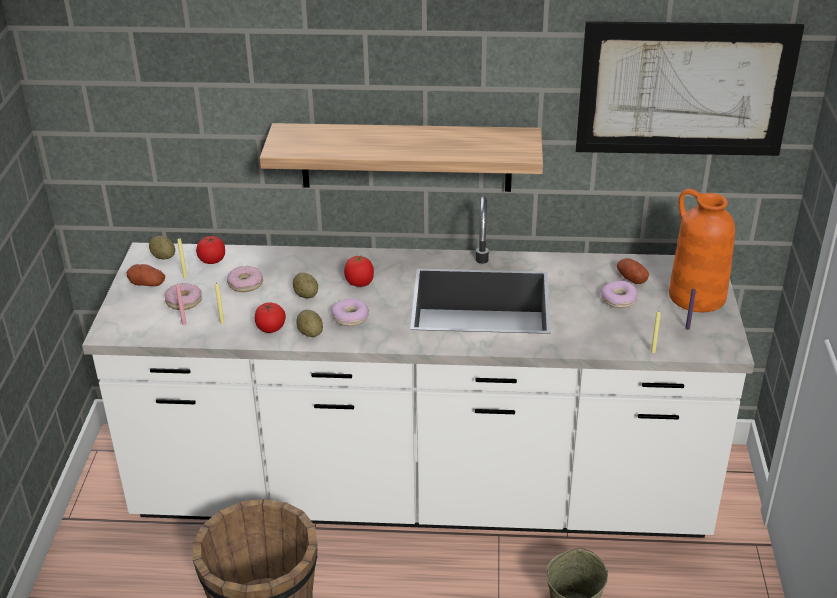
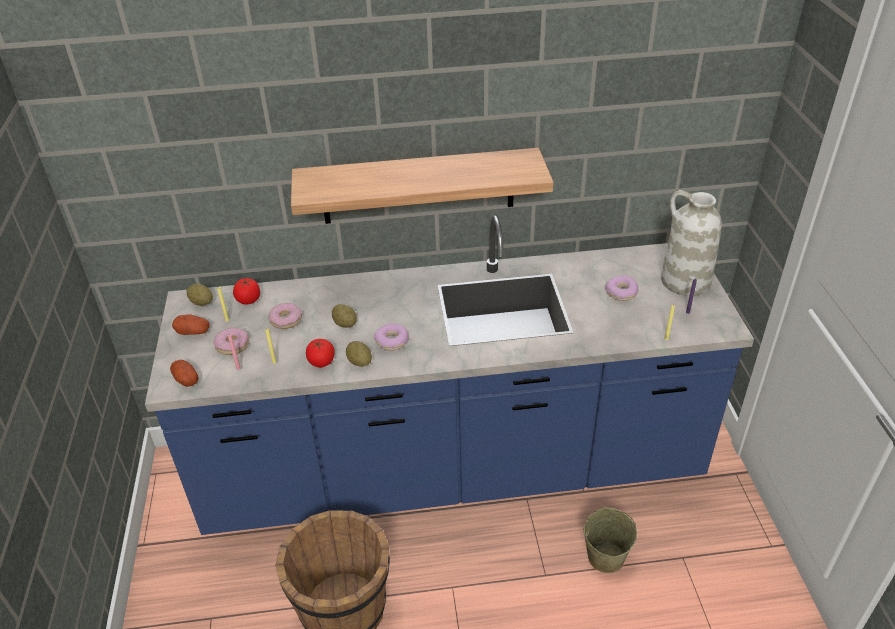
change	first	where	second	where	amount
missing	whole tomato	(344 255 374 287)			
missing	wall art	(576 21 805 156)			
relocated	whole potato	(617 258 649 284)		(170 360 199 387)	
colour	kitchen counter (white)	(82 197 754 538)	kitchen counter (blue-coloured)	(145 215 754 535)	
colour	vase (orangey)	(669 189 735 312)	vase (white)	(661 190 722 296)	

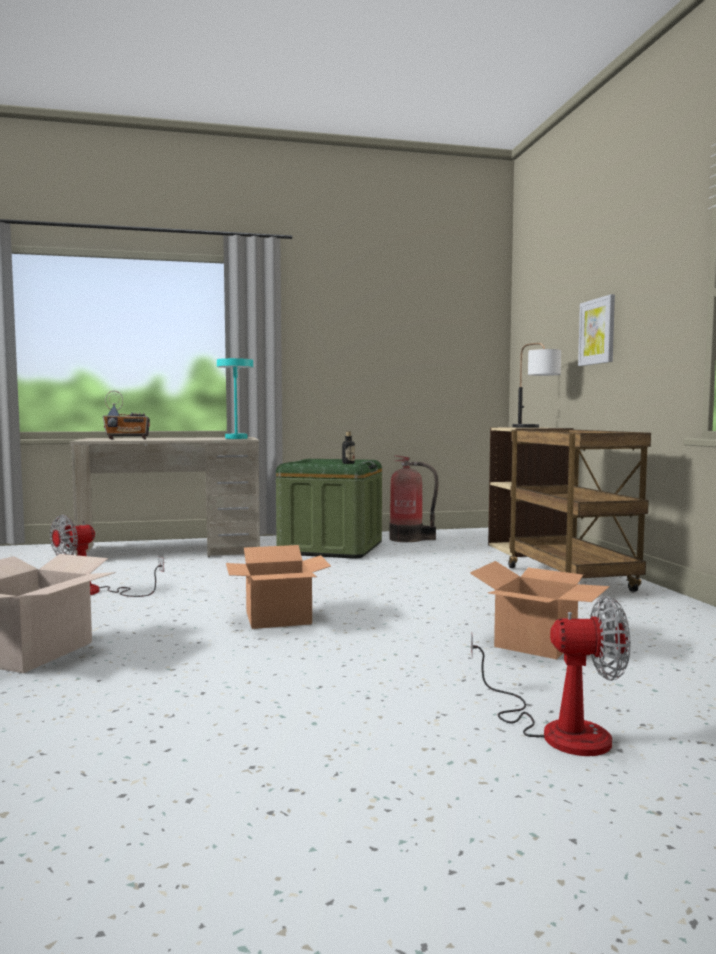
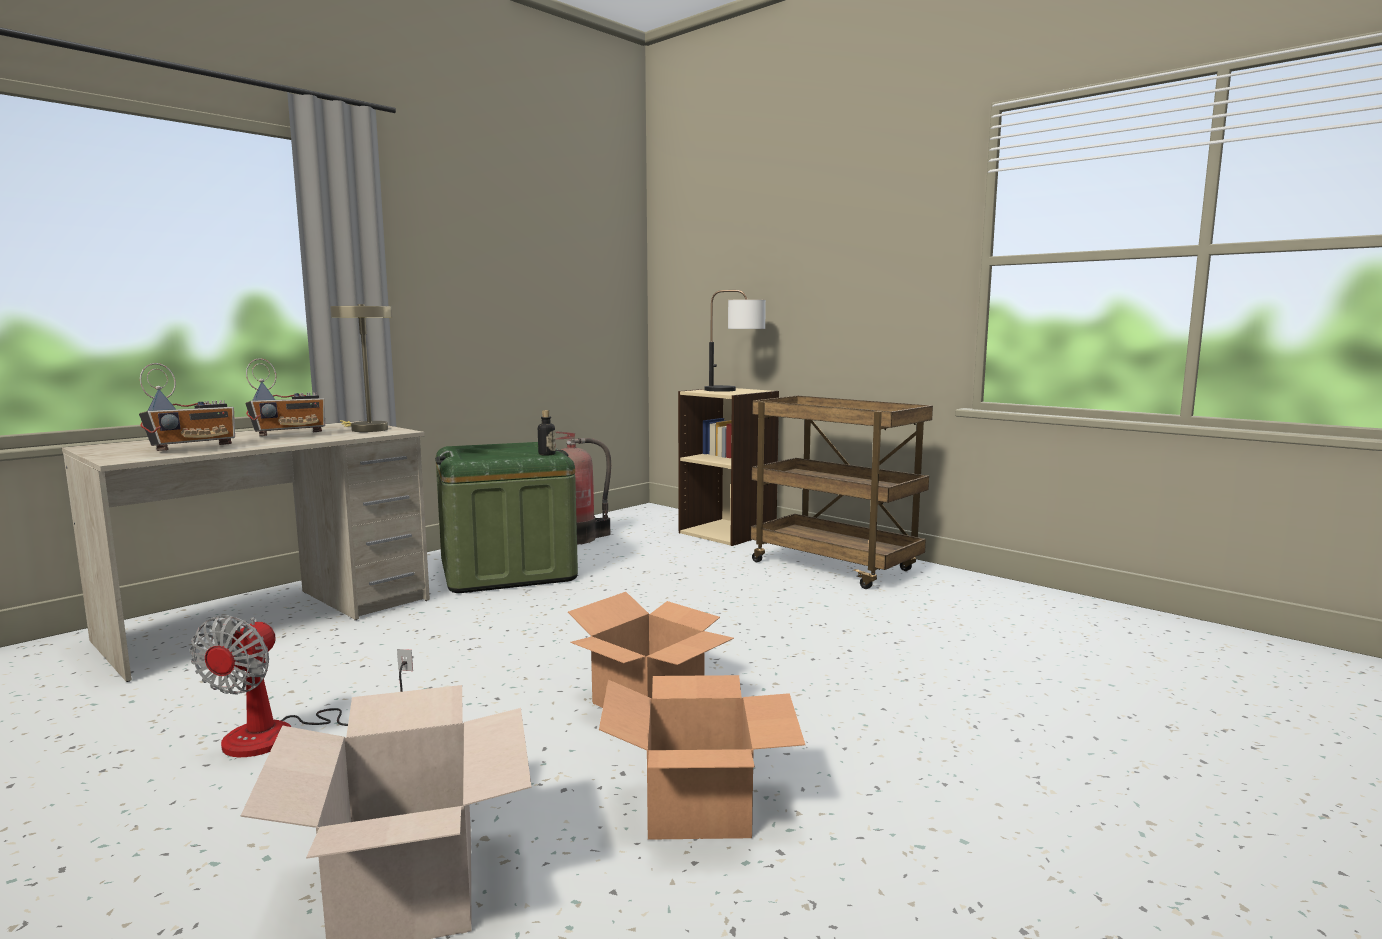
change	first	where	second	where	amount
missing	fan	(471 596 630 756)			
missing	wall art	(578 294 615 366)			
appeared			radio	(246 358 325 436)	
relocated	cardboard box	(470 561 610 659)		(599 675 805 840)	
colour	table lamp (blue-green)	(217 358 253 439)	table lamp (sand-coloured)	(330 304 392 432)	

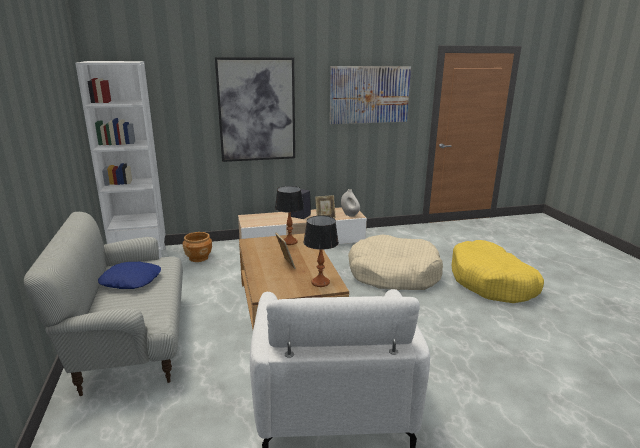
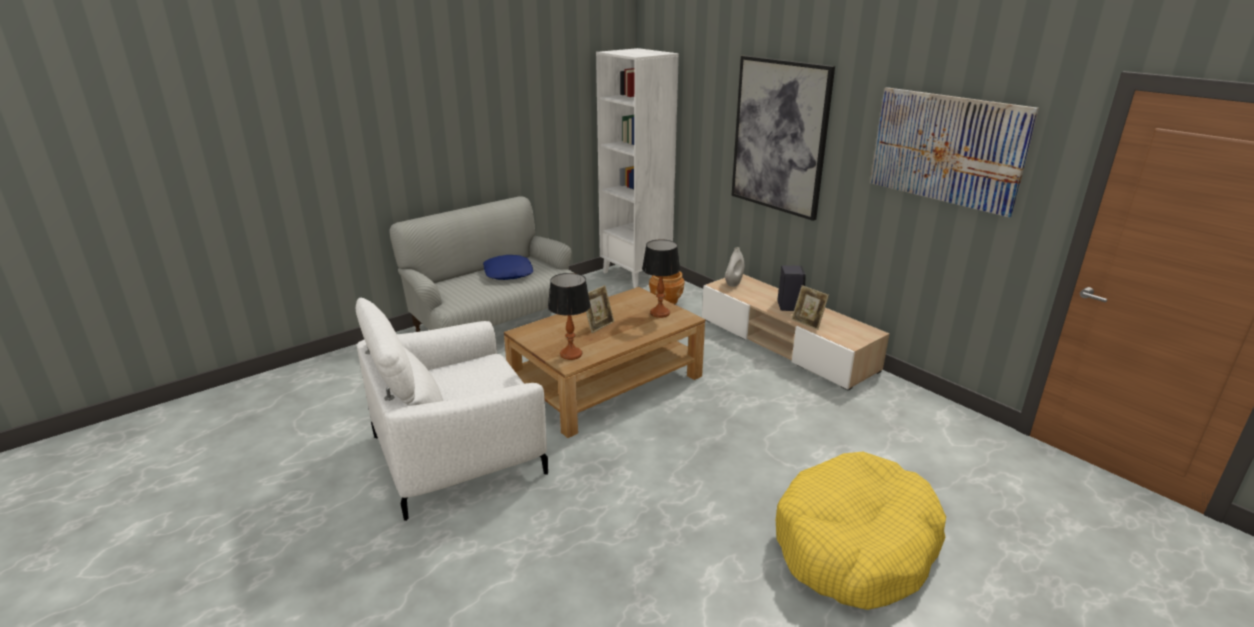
change	first	where	second	where	amount
missing	dog cushion (sand-coloured)	(348 235 443 290)			
relocated	vase (white)	(341 189 360 217)		(725 247 744 287)	

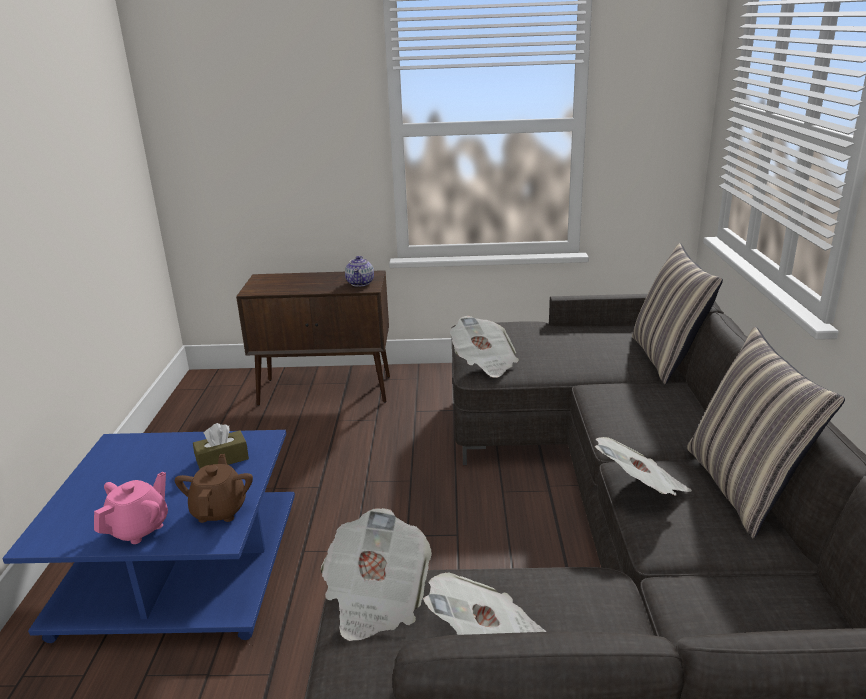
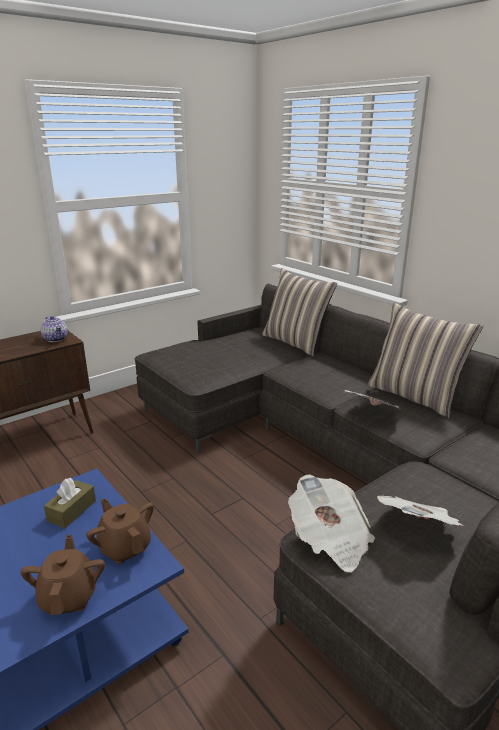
change	first	where	second	where	amount
missing	newspaper	(450 316 519 378)			
colour	tea pot (pinkish)	(94 472 168 544)	tea pot (brownish)	(20 535 105 615)	

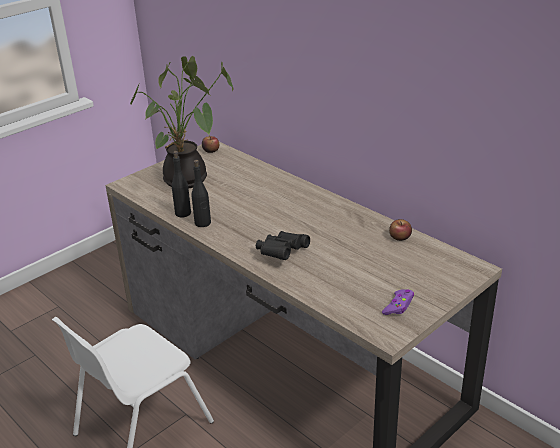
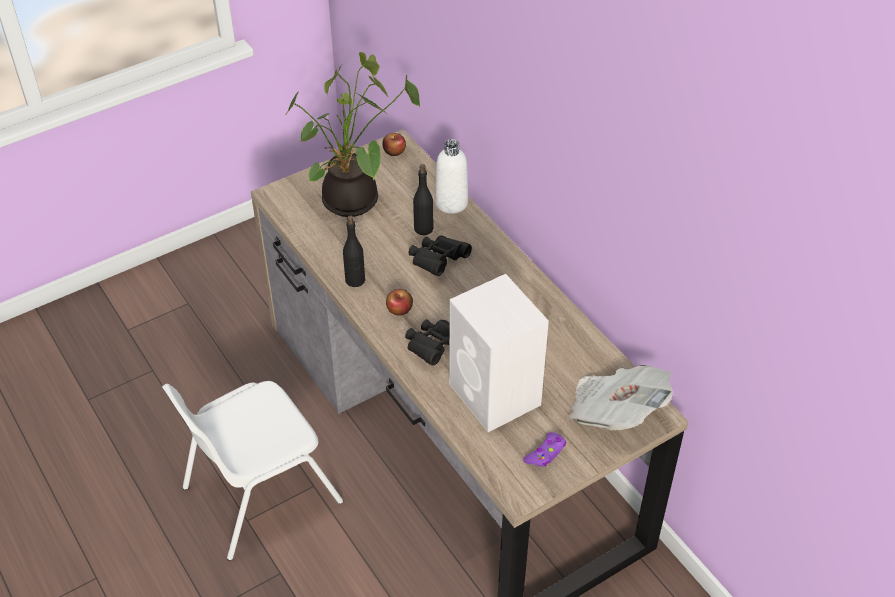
change	first	where	second	where	amount
appeared			field glasses (blackish)	(409 235 472 276)	
appeared			bottle (white)	(435 139 468 214)	
appeared			loudspeaker (white)	(449 274 549 432)	
appeared			newspaper	(568 365 673 430)	
relocated	bottle (blackish)	(172 151 191 217)		(413 164 433 235)	
relocated	apple fruit	(389 219 412 241)		(386 289 413 315)	

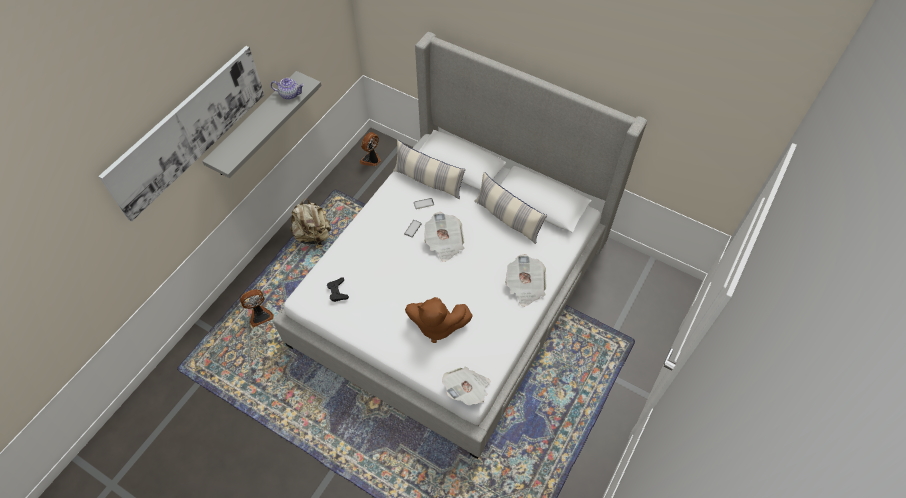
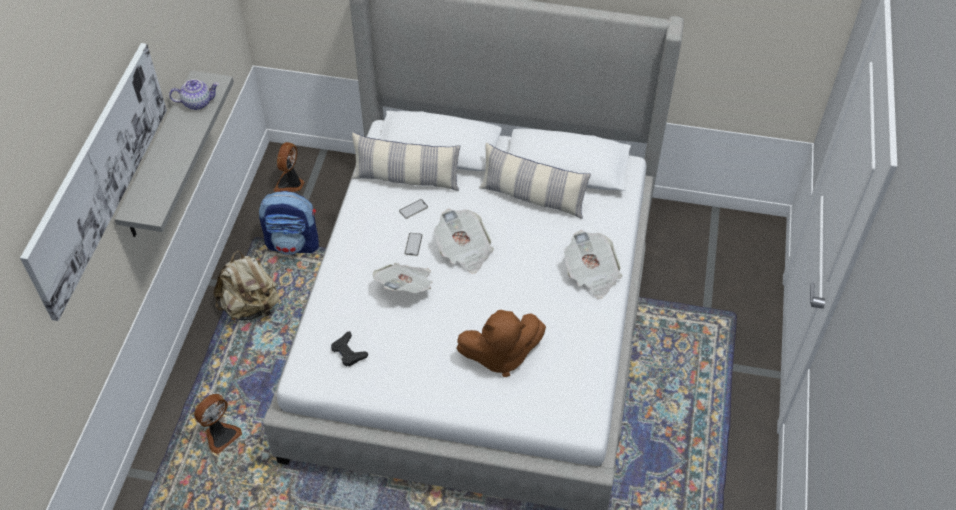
change	first	where	second	where	amount
appeared			knapsack	(259 191 319 255)	
relocated	newspaper	(442 366 490 405)		(373 263 432 293)	

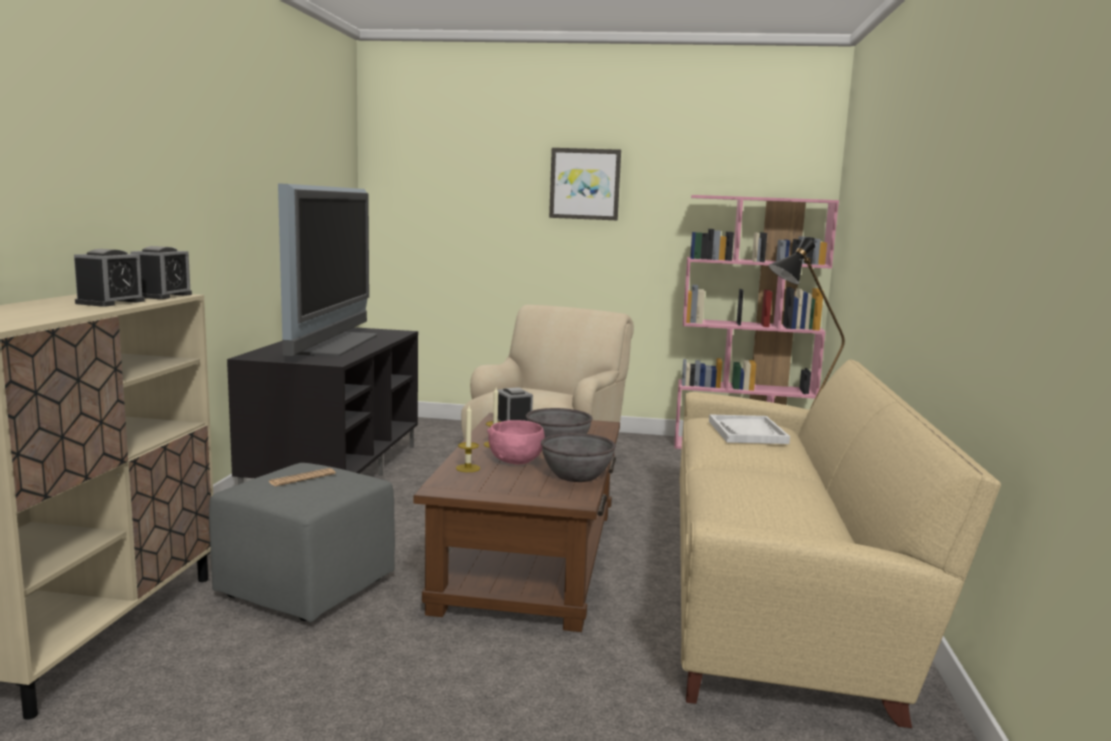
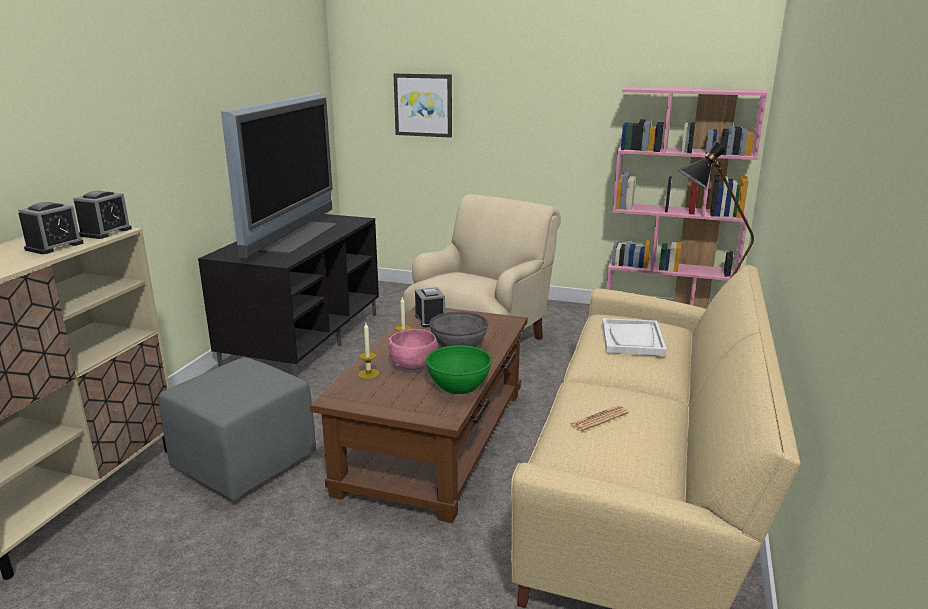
change	first	where	second	where	amount
relocated	newspaper	(269 468 336 486)		(570 406 629 431)	
relocated	wall art	(549 148 621 220)		(393 73 452 138)	
colour	serving bowl (greyish)	(541 433 616 482)	serving bowl (green-coloured)	(426 345 492 394)	

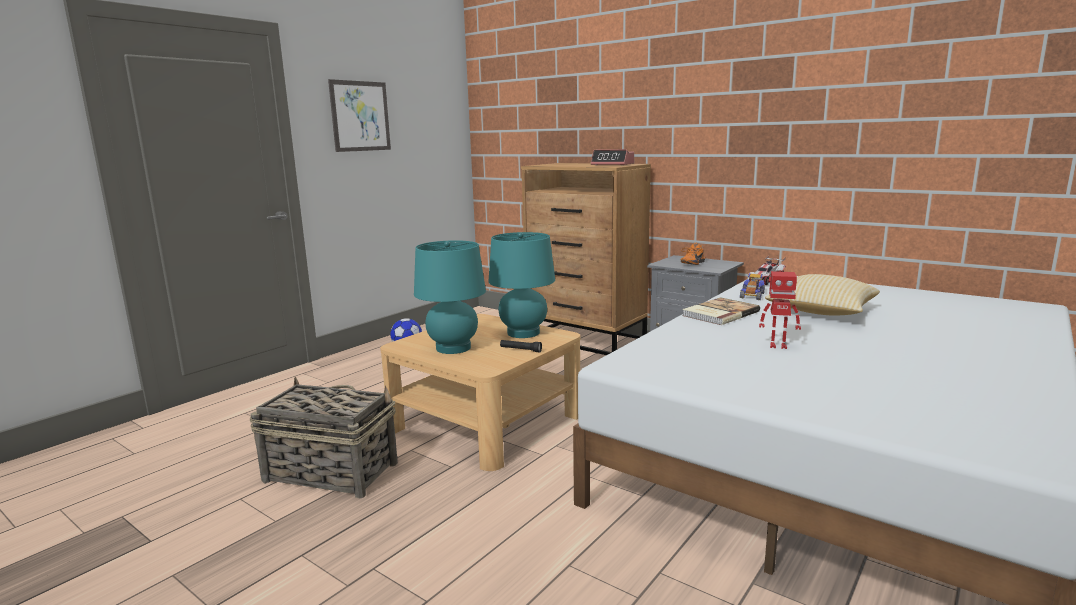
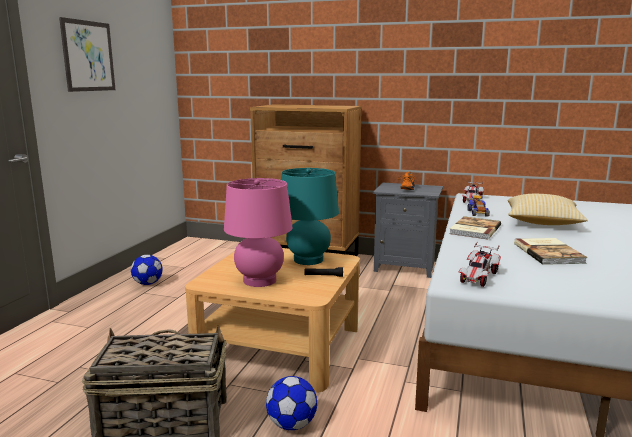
change	first	where	second	where	amount
missing	bedside clock	(591 149 634 165)			
appeared			football	(266 376 317 430)	
appeared			toy car	(459 242 501 287)	
exchanged	model robot	(759 271 801 349)	bound book	(514 238 587 265)	
colour	table lamp (blue-green)	(414 240 486 354)	table lamp (pinkish)	(224 178 293 287)	

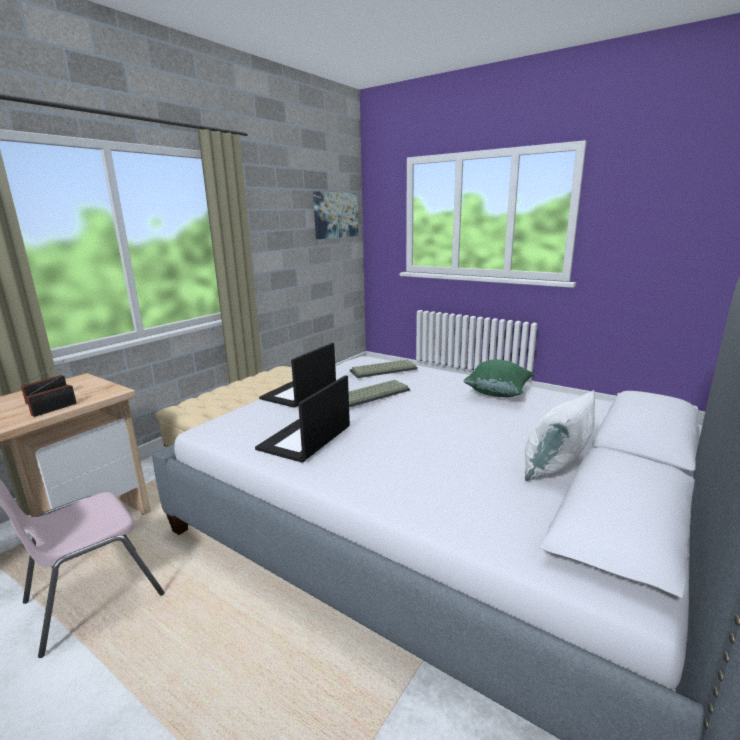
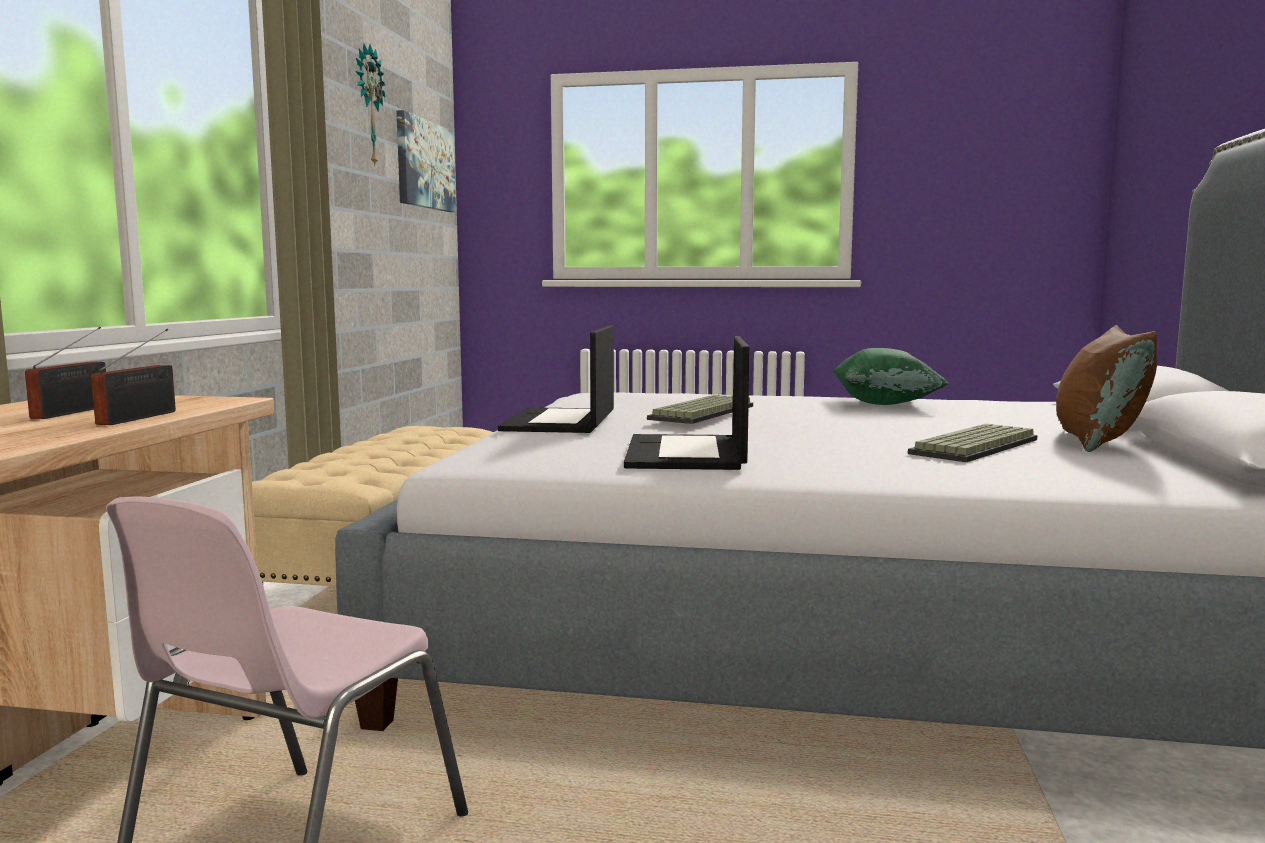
change	first	where	second	where	amount
appeared			wall clock	(356 43 386 166)	
relocated	computer keyboard	(350 359 418 378)		(908 424 1038 462)	
colour	throw pillow (white)	(525 390 595 481)	throw pillow (brownish)	(1056 325 1158 452)	

